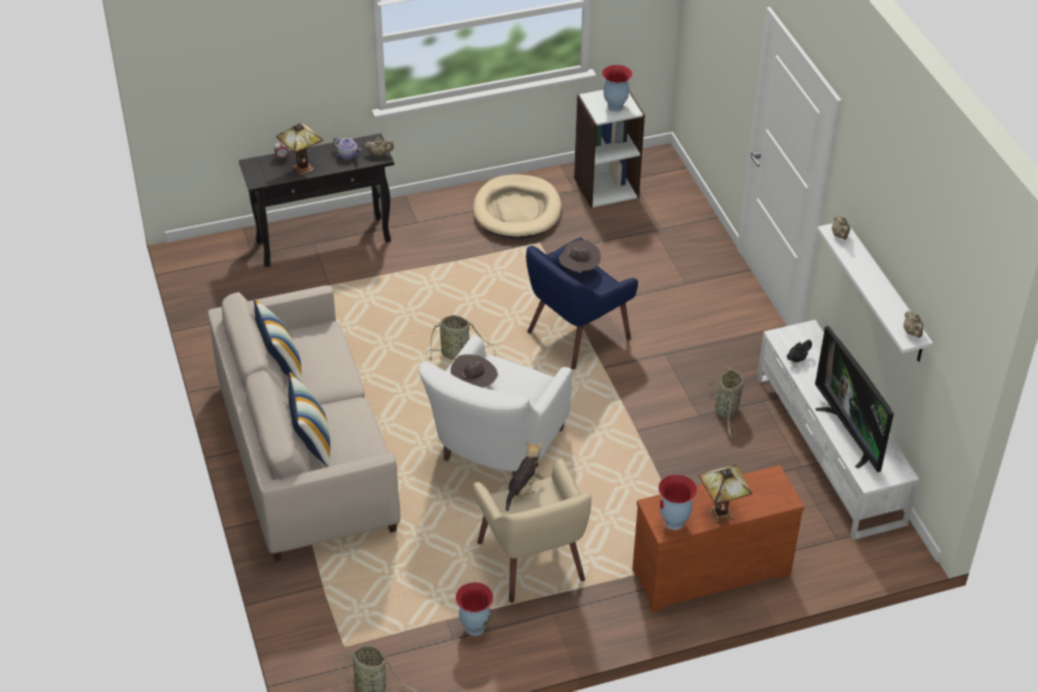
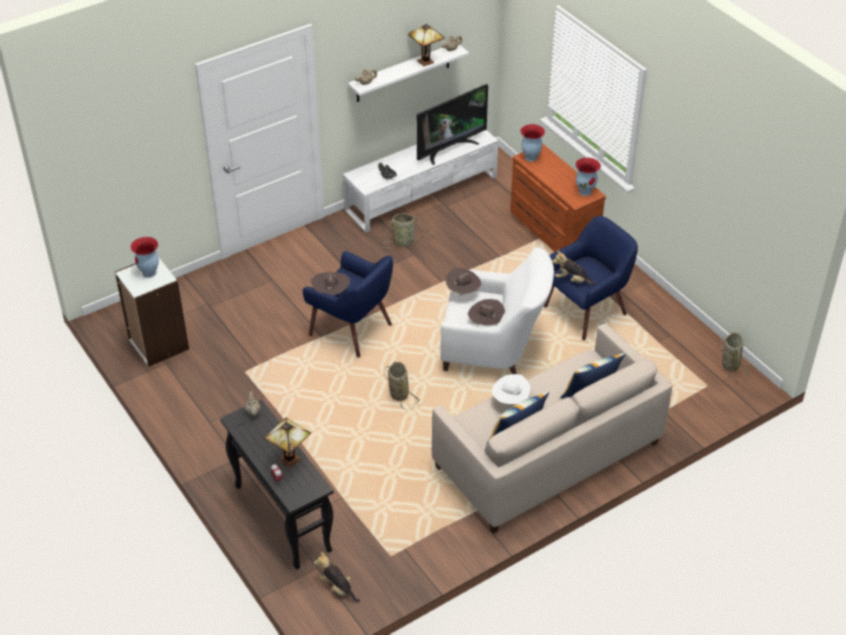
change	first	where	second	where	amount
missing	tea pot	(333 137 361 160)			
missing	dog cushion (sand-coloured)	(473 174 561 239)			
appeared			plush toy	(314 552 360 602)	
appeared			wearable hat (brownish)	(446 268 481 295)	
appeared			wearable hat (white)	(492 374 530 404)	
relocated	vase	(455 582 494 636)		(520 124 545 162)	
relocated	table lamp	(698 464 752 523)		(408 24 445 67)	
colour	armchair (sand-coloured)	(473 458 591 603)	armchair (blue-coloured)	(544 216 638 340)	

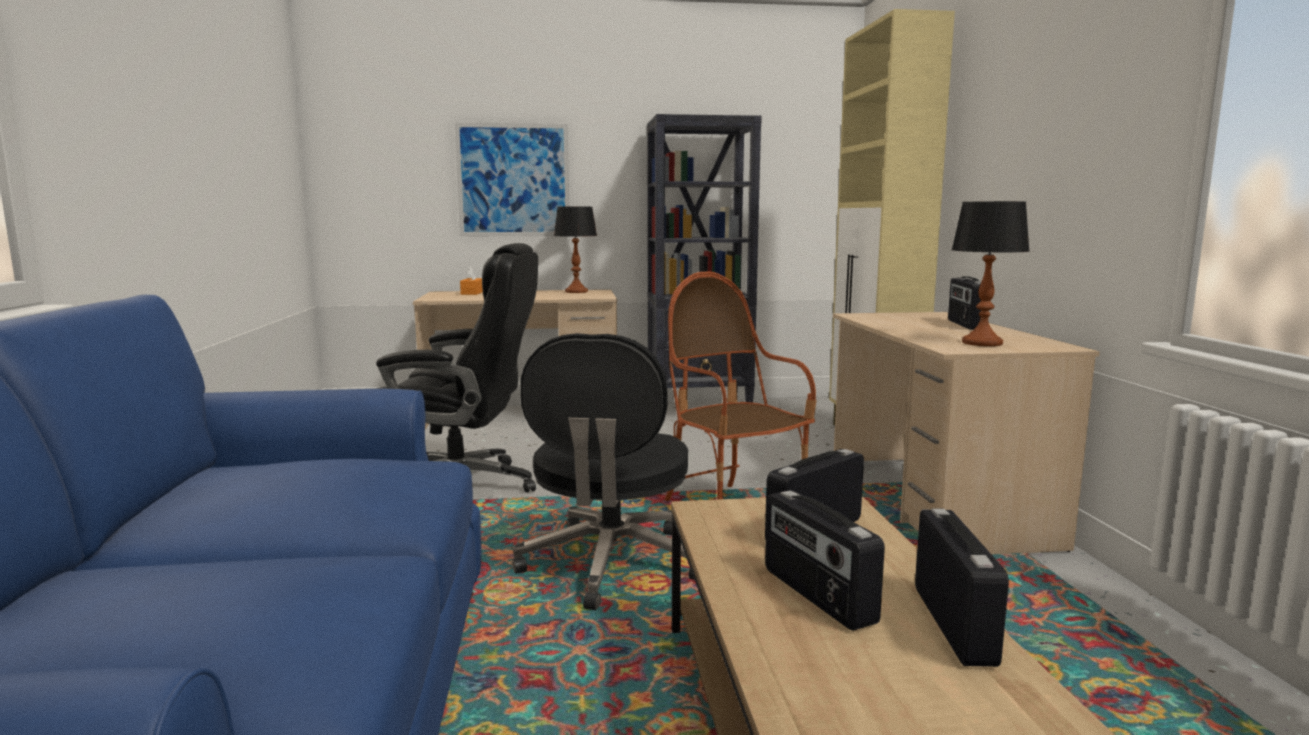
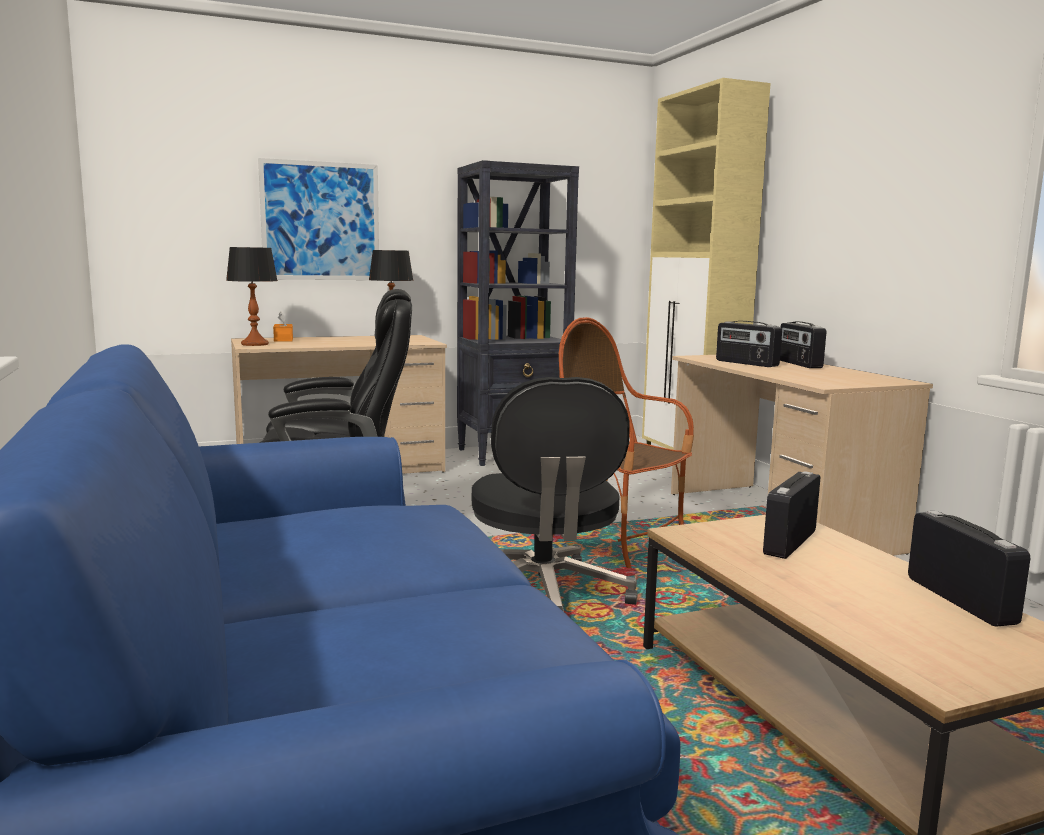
change	first	where	second	where	amount
relocated	radio	(765 490 885 631)		(716 321 782 367)	
relocated	table lamp	(951 201 1030 346)		(226 247 278 346)	

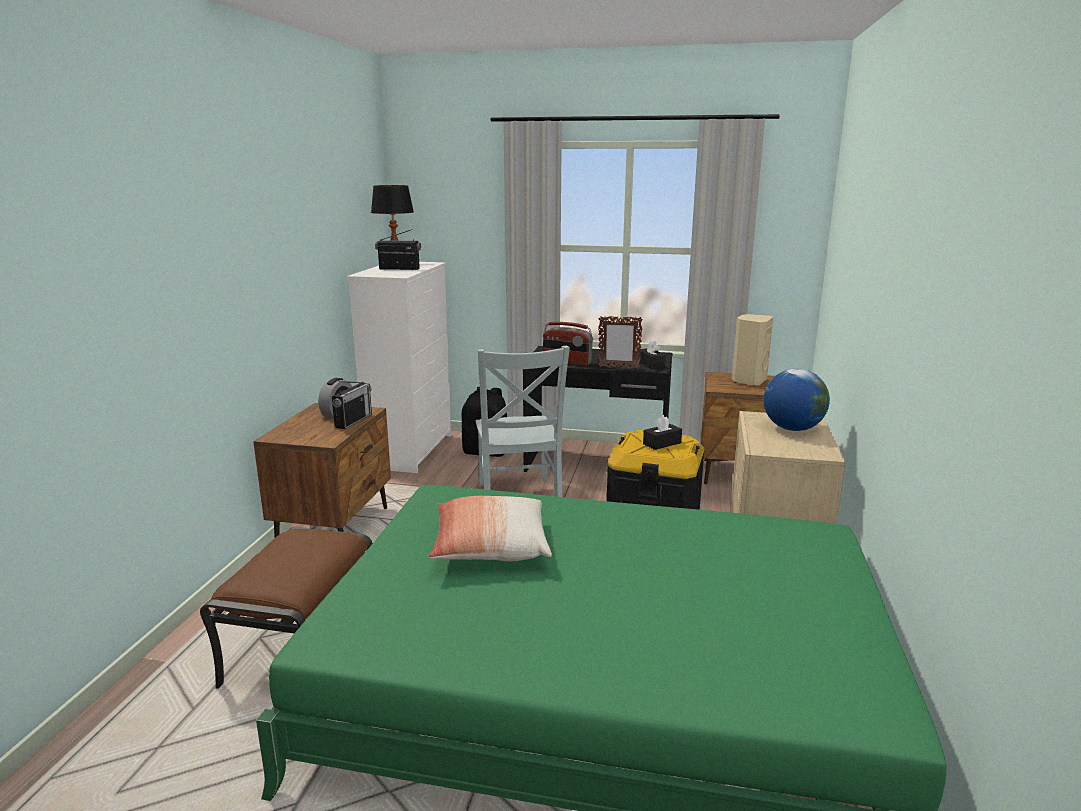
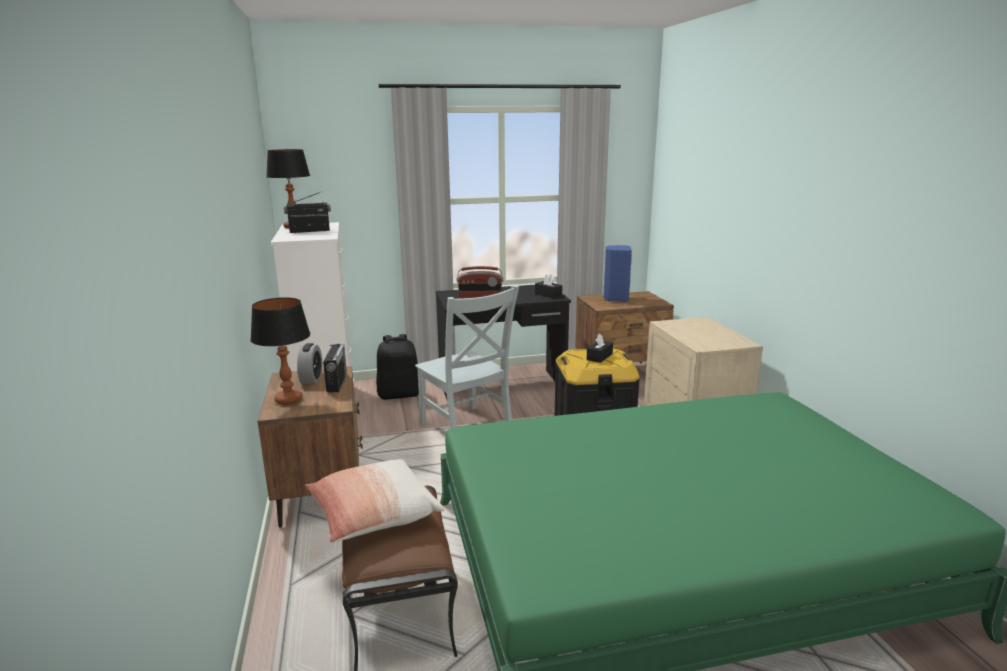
change	first	where	second	where	amount
missing	photo frame	(598 316 643 369)			
missing	globe	(764 369 830 431)			
appeared			table lamp	(250 297 310 405)	
relocated	throw pillow	(428 496 552 561)		(305 459 445 543)	
colour	loudspeaker (sand-coloured)	(732 314 773 386)	loudspeaker (blue-coloured)	(604 245 632 302)	

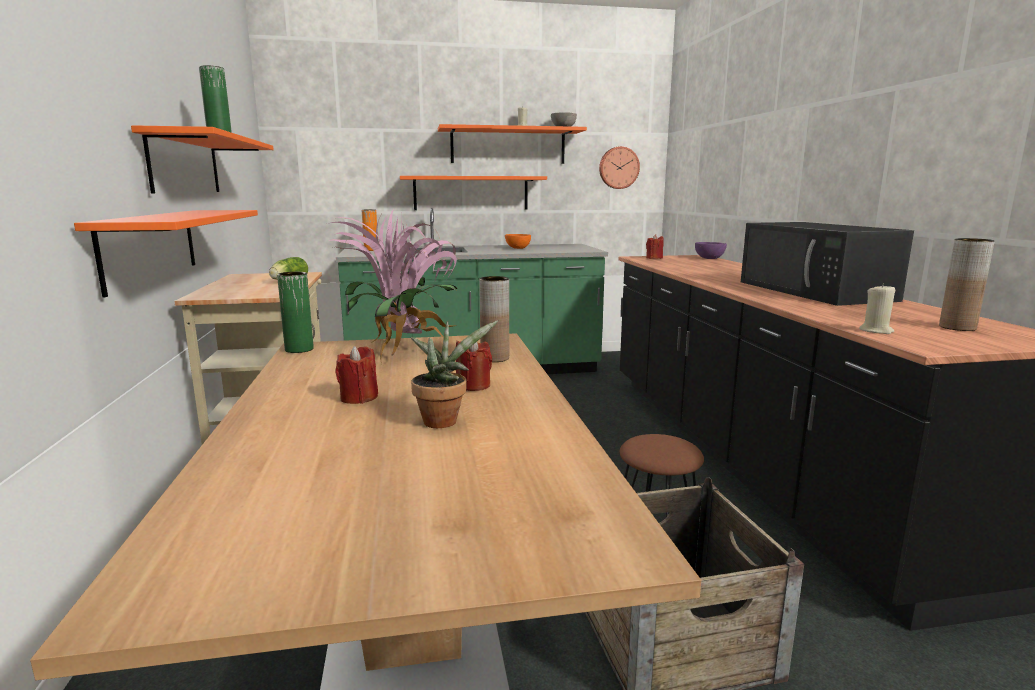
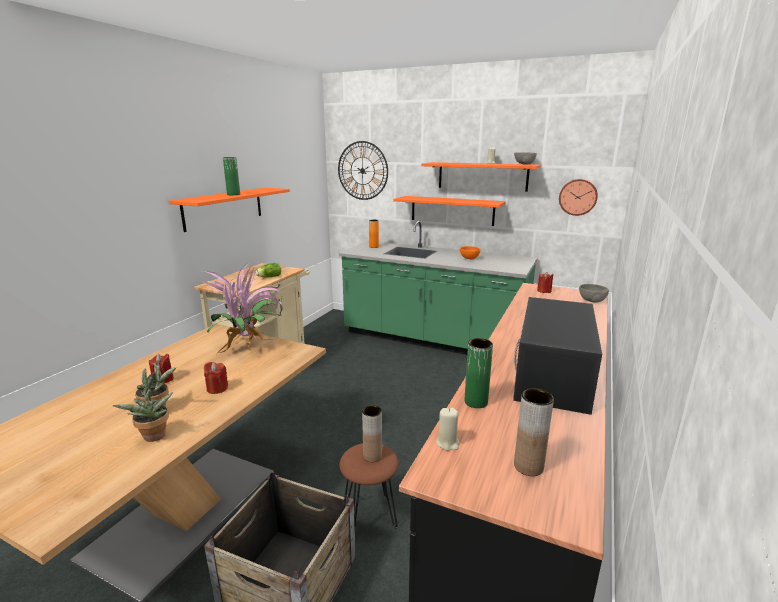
change	first	where	second	where	amount
missing	shelf (orangey)	(74 210 258 298)			
appeared			plant in a pot	(112 389 173 442)	
appeared			wall clock	(338 141 388 200)	
relocated	vase (green-coloured)	(277 272 314 353)		(465 338 493 408)	
relocated	vase (brownish)	(479 276 509 362)		(362 405 382 462)	
colour	serving bowl (purplish)	(695 242 727 259)	serving bowl (greyish)	(579 284 609 303)	

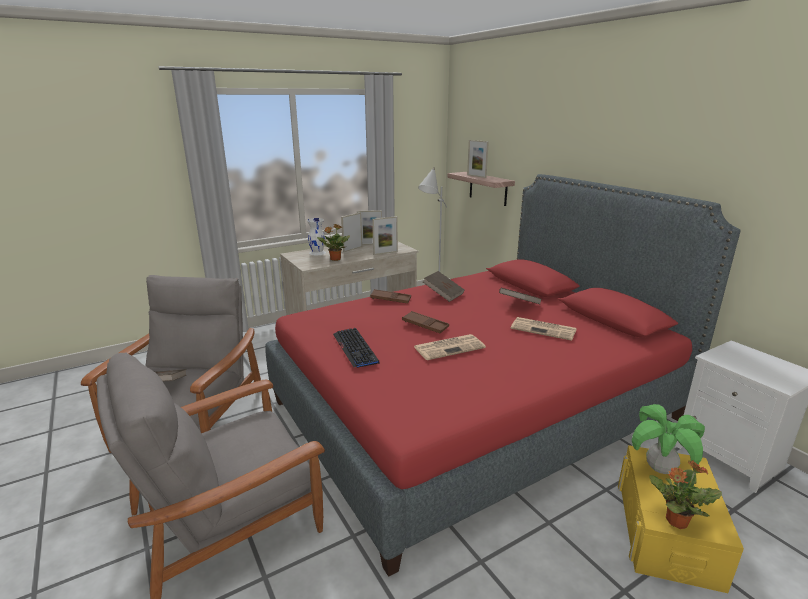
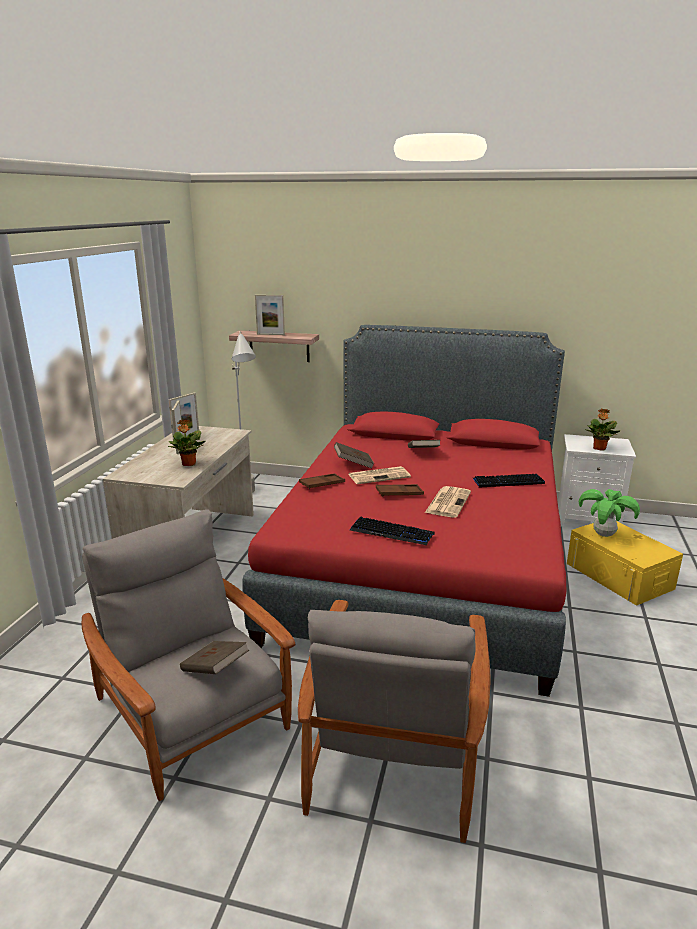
change	first	where	second	where	amount
missing	vase (white)	(307 218 326 255)			
missing	photo frame	(372 216 398 255)			
appeared			computer keyboard	(473 474 545 488)	
relocated	newspaper	(511 317 577 341)		(348 466 411 484)	
relocated	plant in a pot	(649 460 722 529)		(585 409 621 451)	

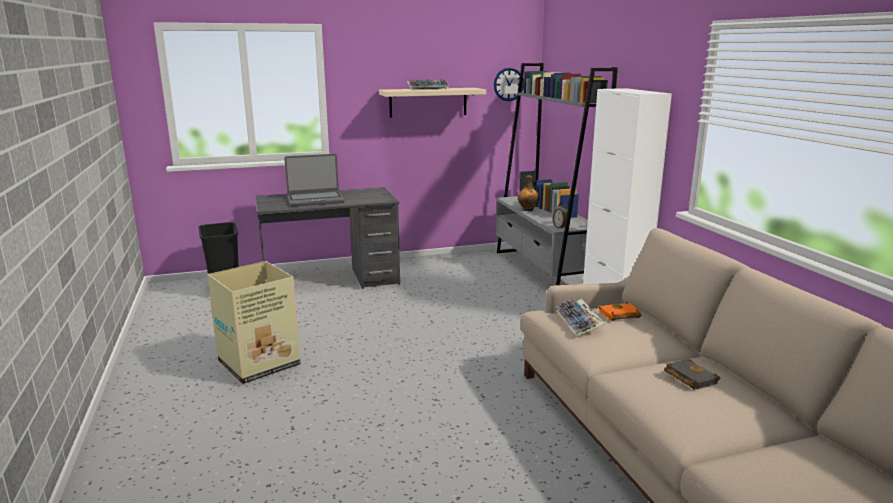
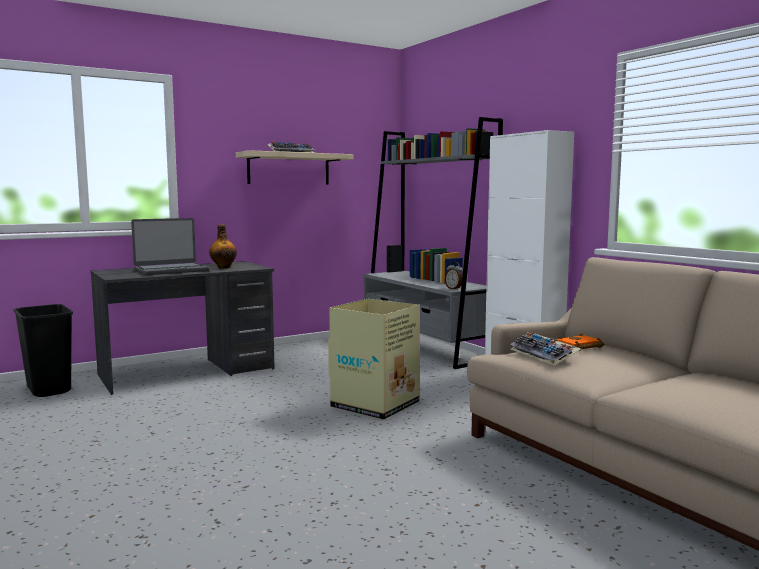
change	first	where	second	where	amount
missing	wall clock	(494 67 524 101)			
missing	bound book (blackish)	(664 359 720 390)			
relocated	cardboard box	(207 261 301 384)		(328 299 420 420)	
relocated	bottle	(518 175 539 211)		(209 225 237 269)	

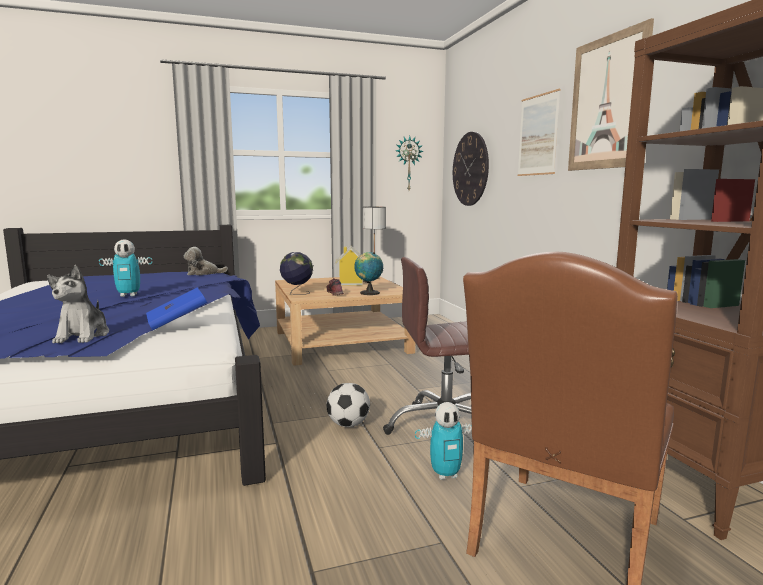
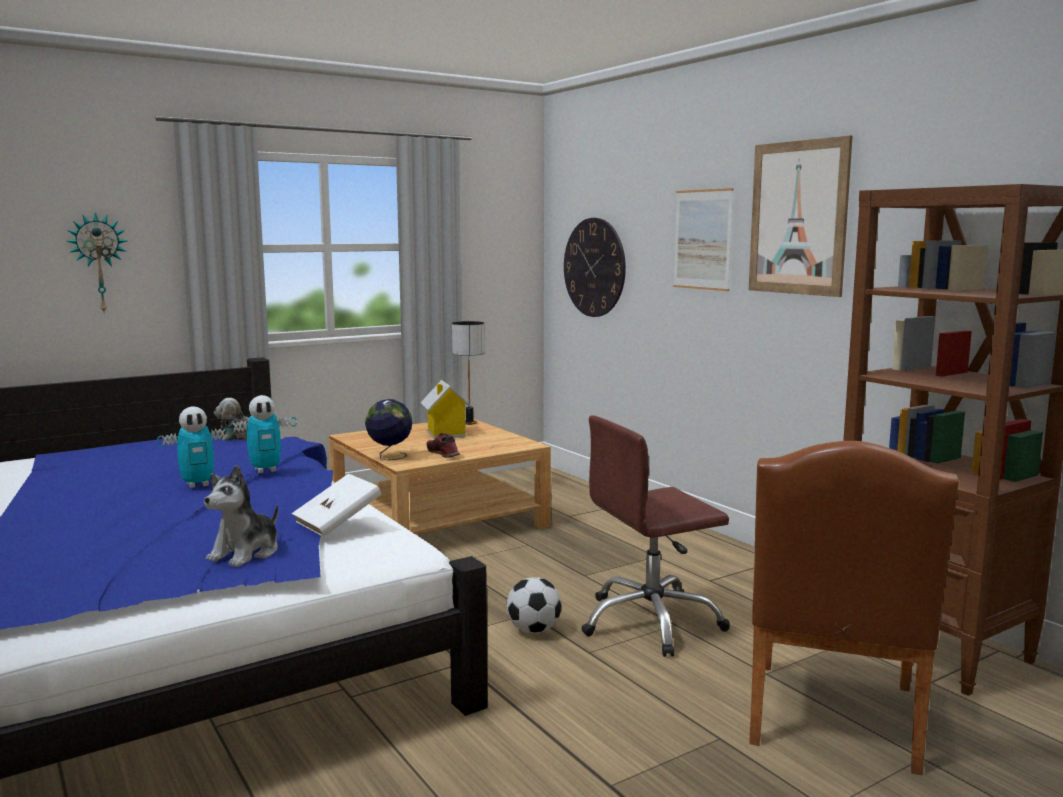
change	first	where	second	where	amount
missing	globe	(354 252 383 295)			
relocated	wall clock	(396 136 423 190)		(66 213 127 312)	
relocated	model robot	(415 402 472 480)		(229 395 297 473)	
colour	bound book (blue-coloured)	(146 288 207 330)	bound book (white)	(292 474 381 537)	
spun	plush toy	(47 265 109 343)		(204 465 278 567)	45 degrees clockwise

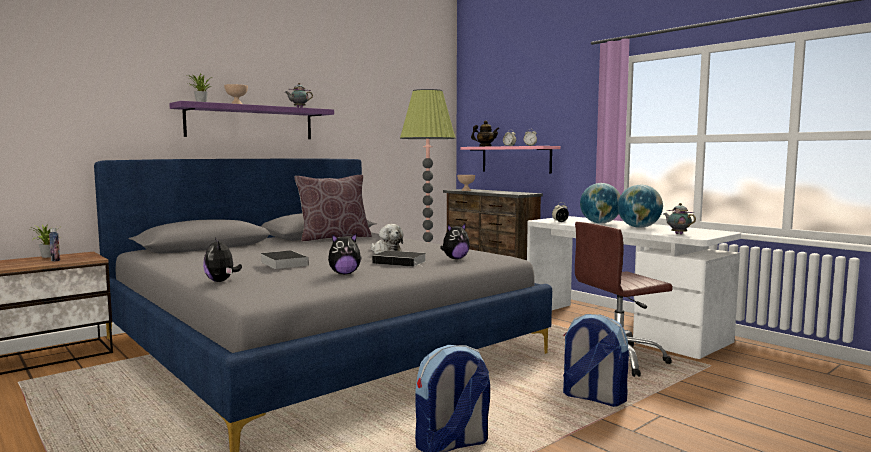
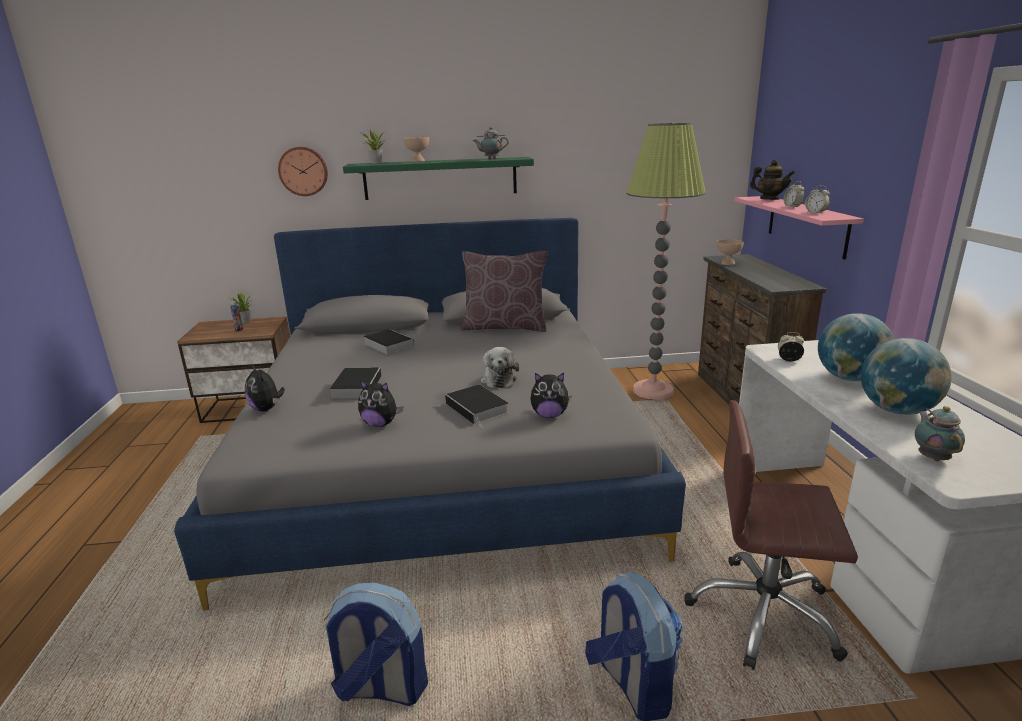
change	first	where	second	where	amount
appeared			wall clock	(278 147 328 196)	
appeared			bound book	(363 329 414 355)	
colour	shelf (purplish)	(169 101 334 139)	shelf (green-coloured)	(343 157 534 200)	
spun	plush toy	(203 238 242 282)		(245 364 285 412)	45 degrees counterclockwise

